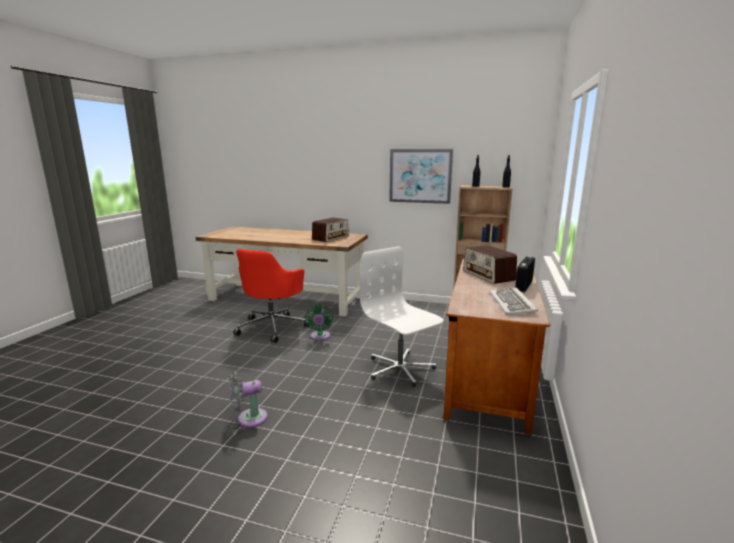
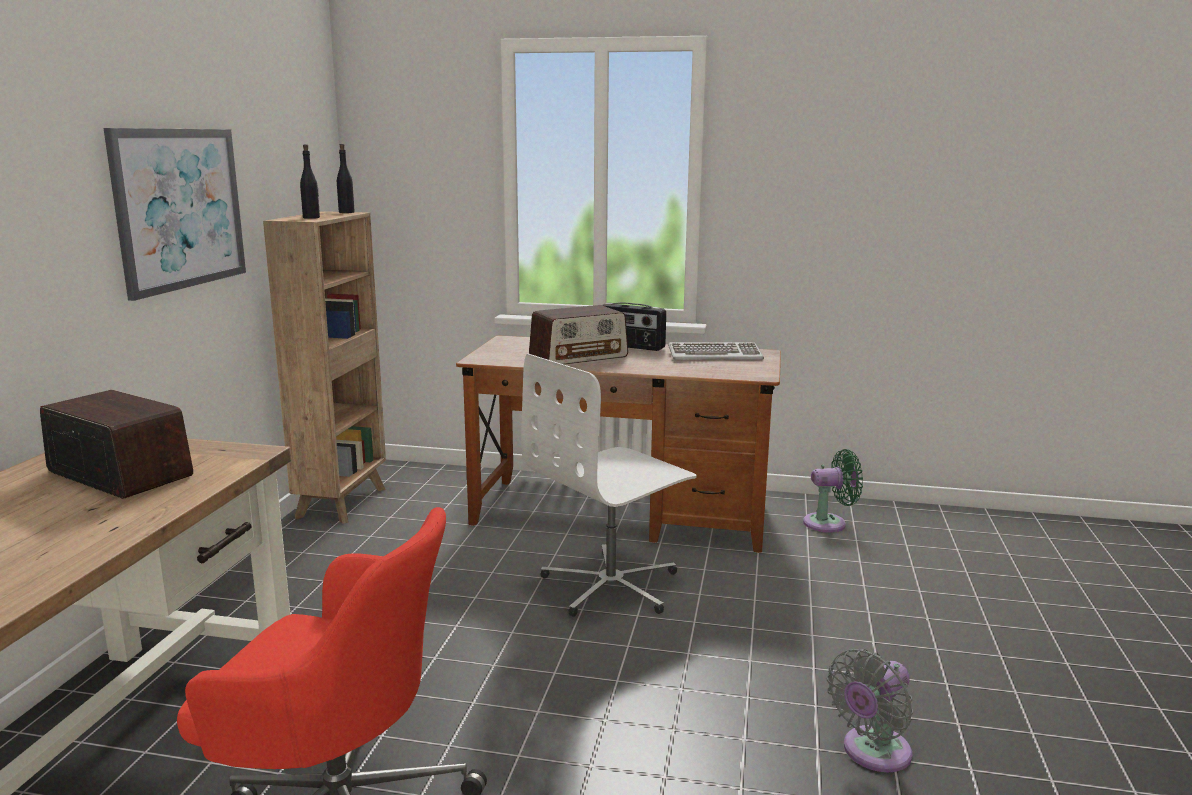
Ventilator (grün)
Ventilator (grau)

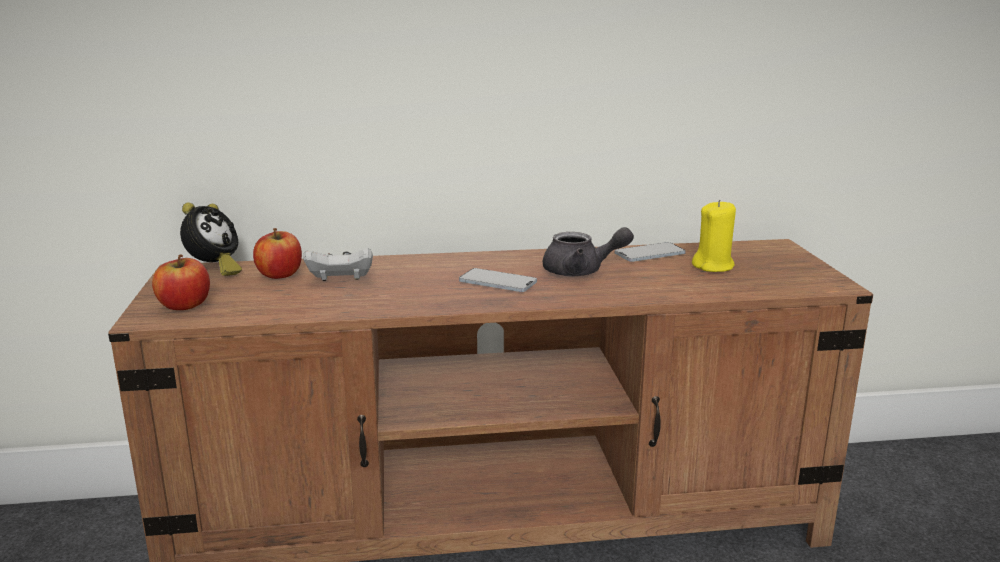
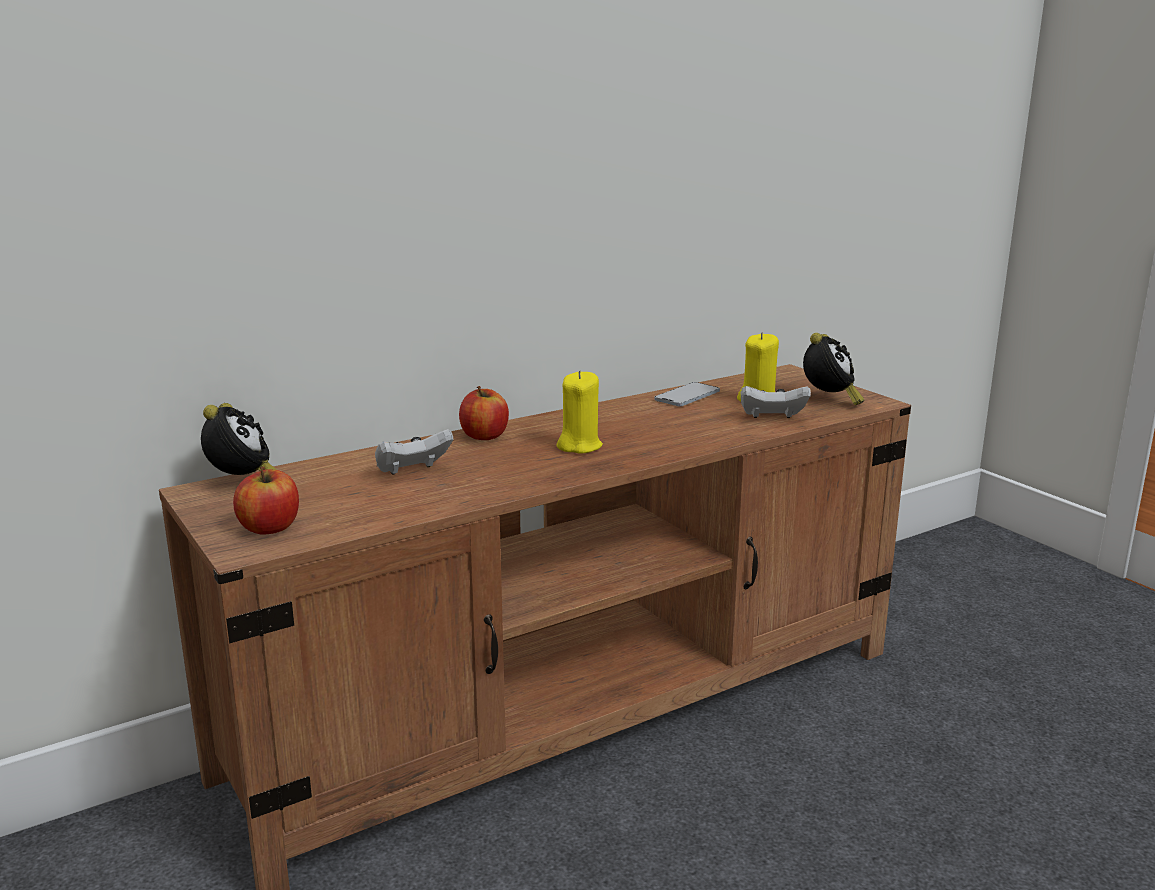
Teekanne (grau)
Gamepad (weiß) (2nd from left)
Wecker (2nd from left)
Apfel (2nd from left)
Kerze (gelb) (1st from left)

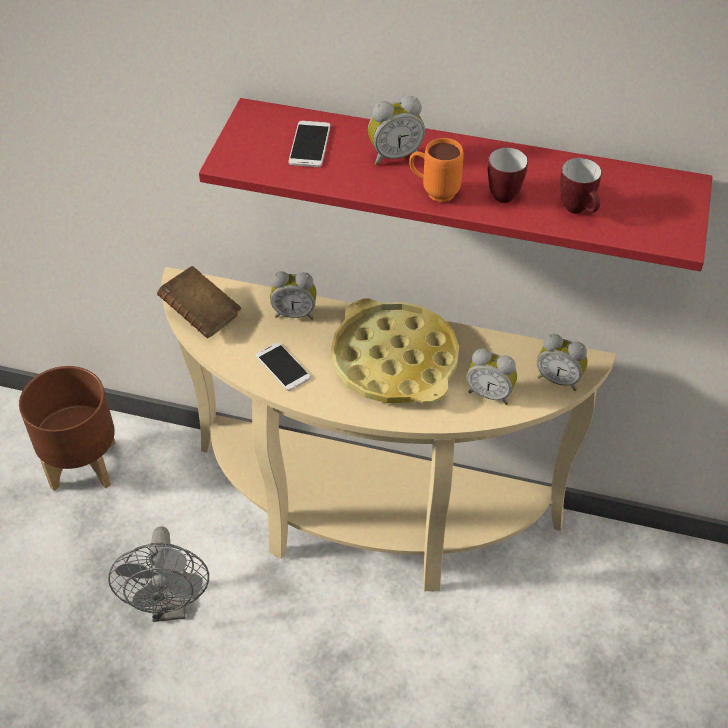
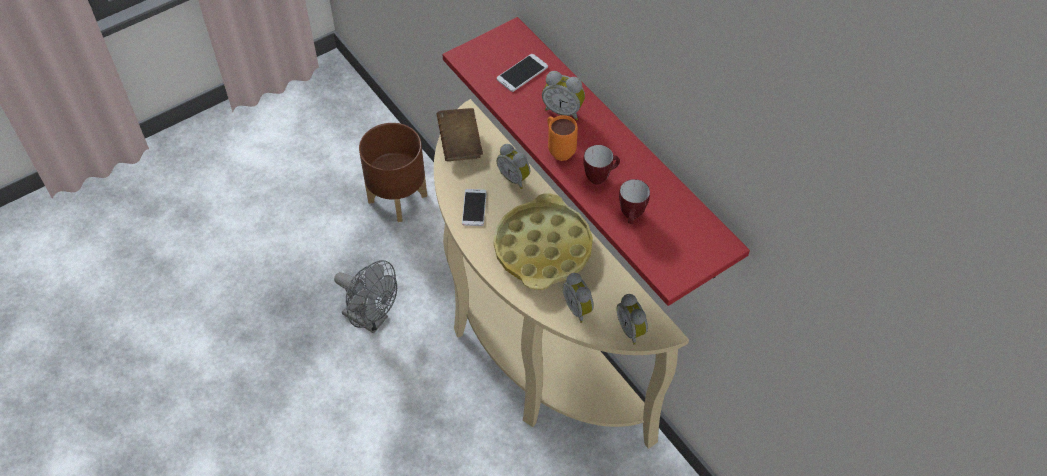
Ventilator (grau)

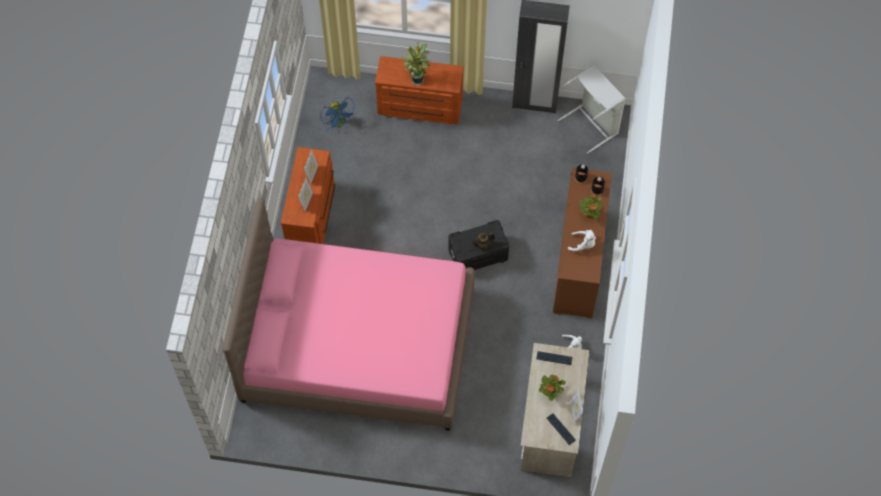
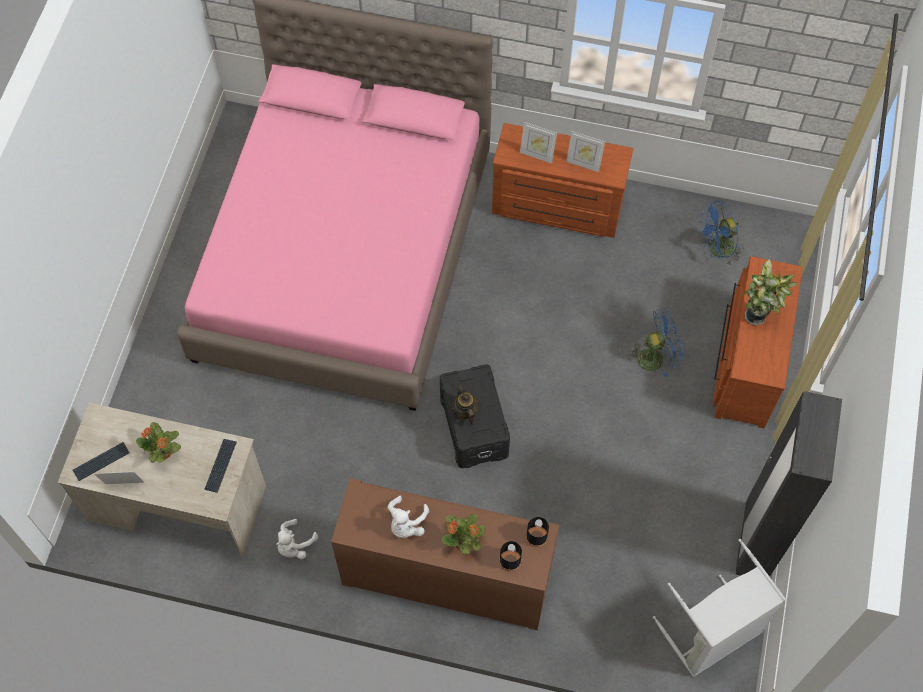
Ventilator (blau) (1st from left)

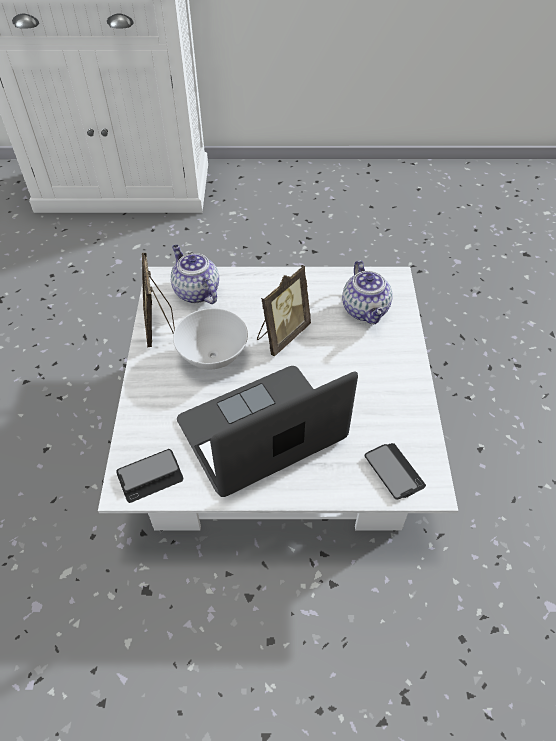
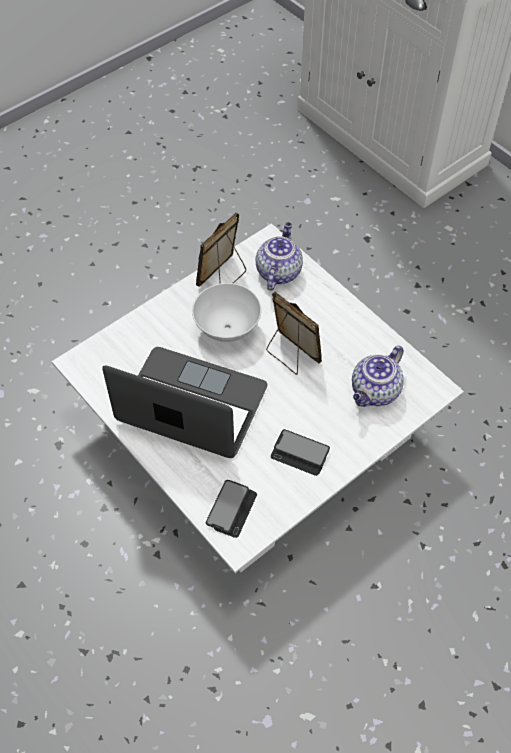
Handy (2nd from left)
Bilderrahmen (2nd from left)

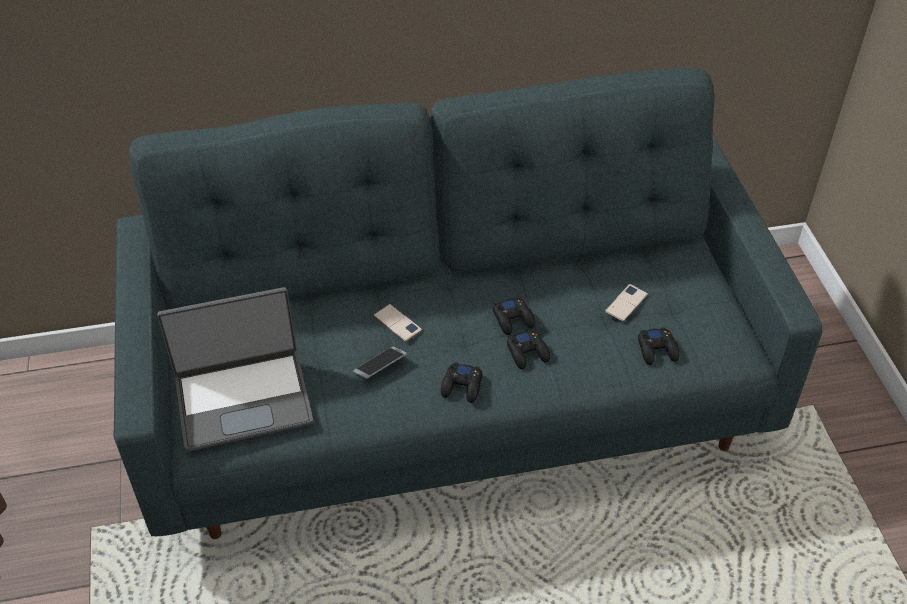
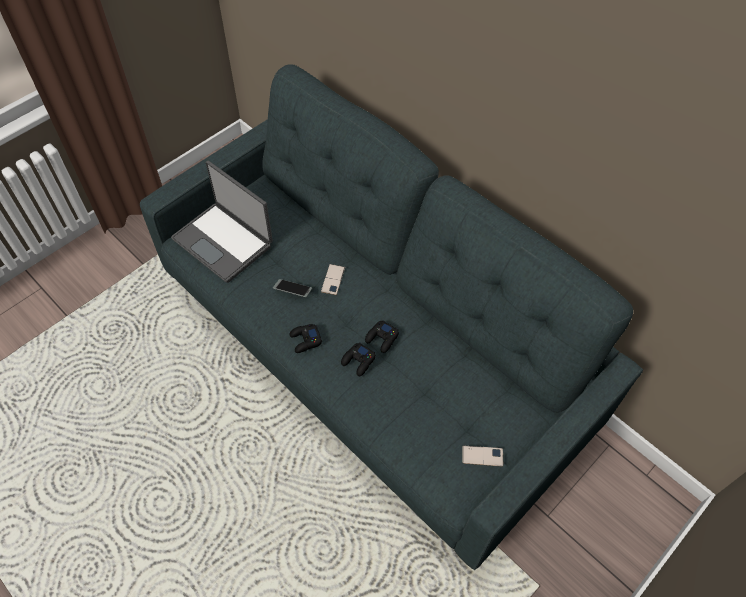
Gamepad (schwarz) (4th from left in the first image)
Handy (3rd from left)

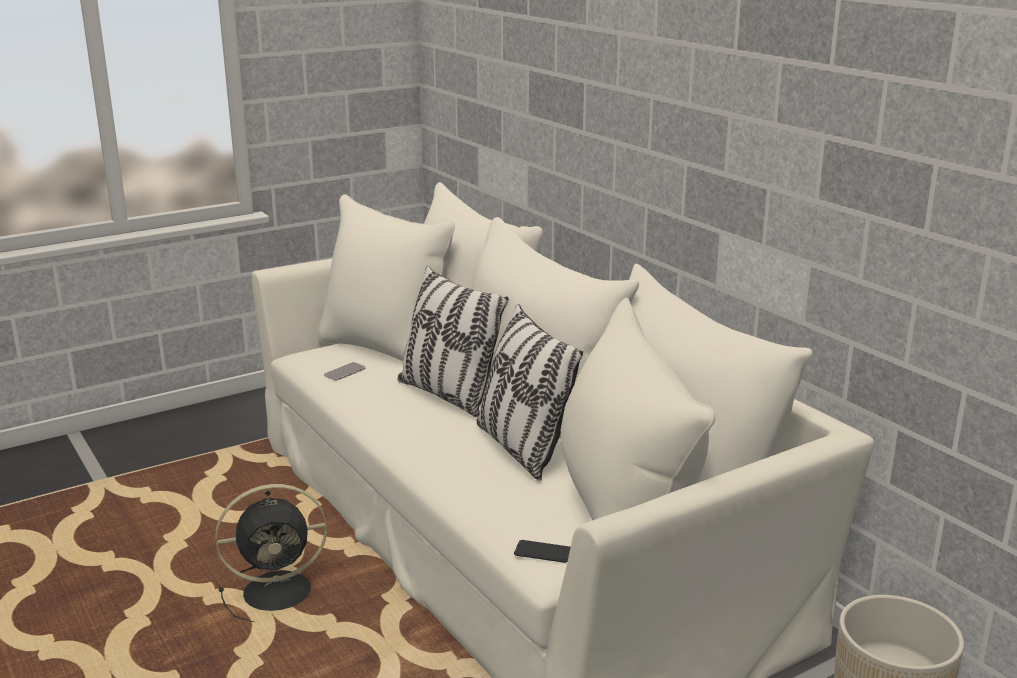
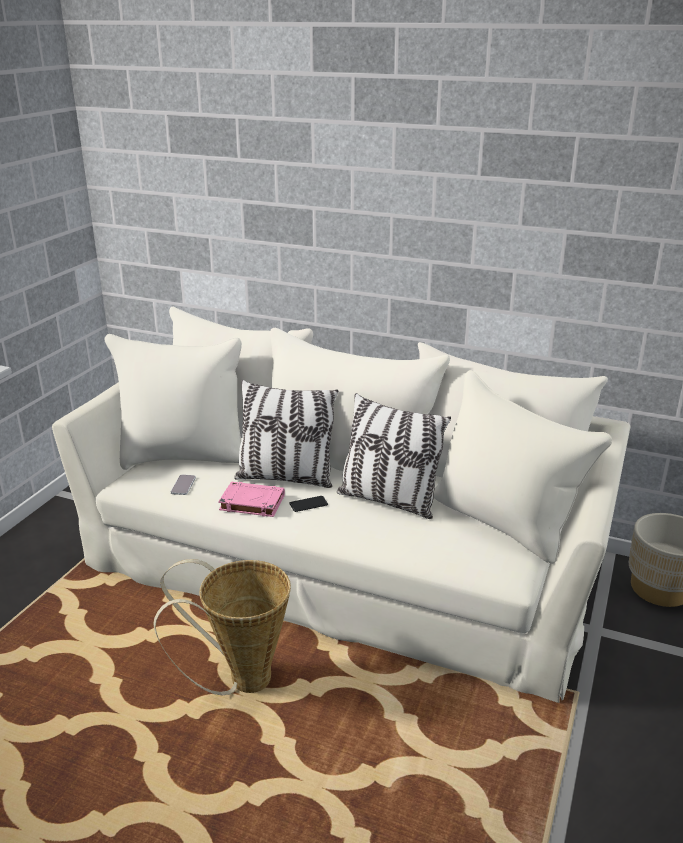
Buch (rosa)
Handy (2nd from left)
Korb

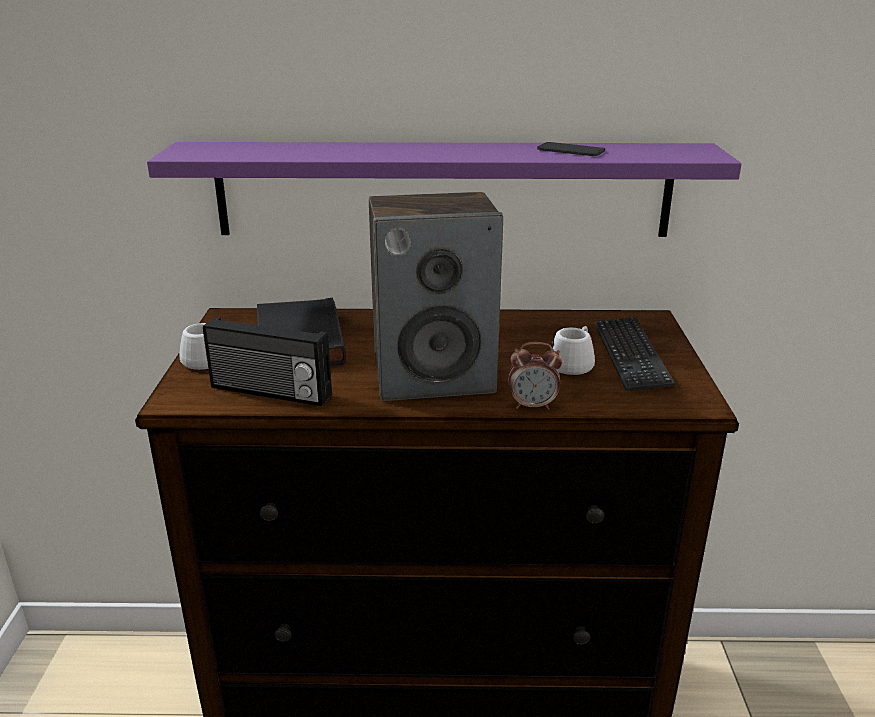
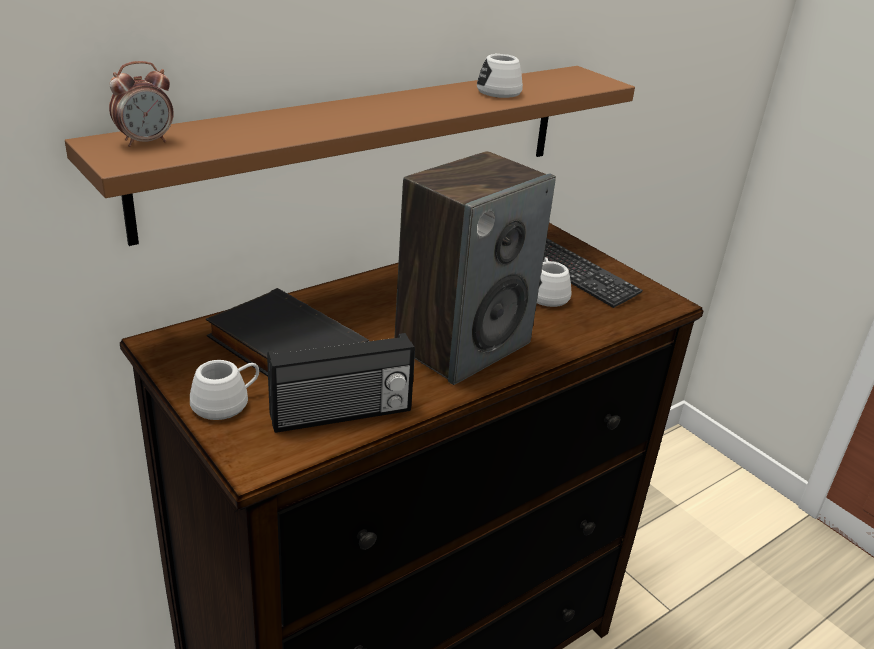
Wecker
Henkelbecher (weiß) (2nd from left)
Wandregal (braun)

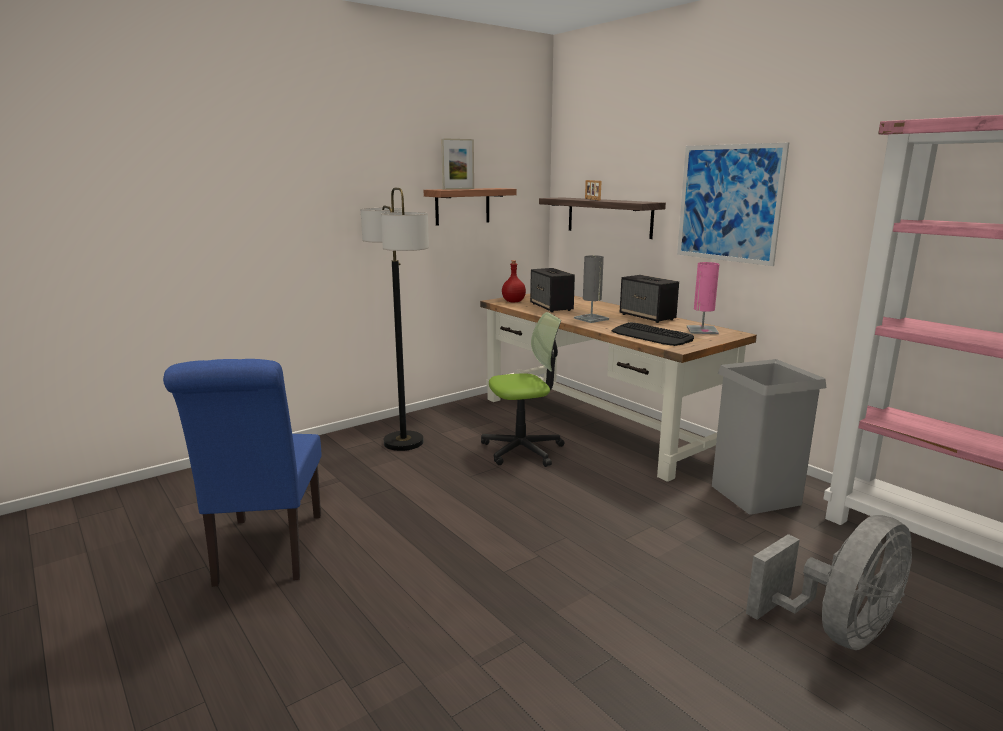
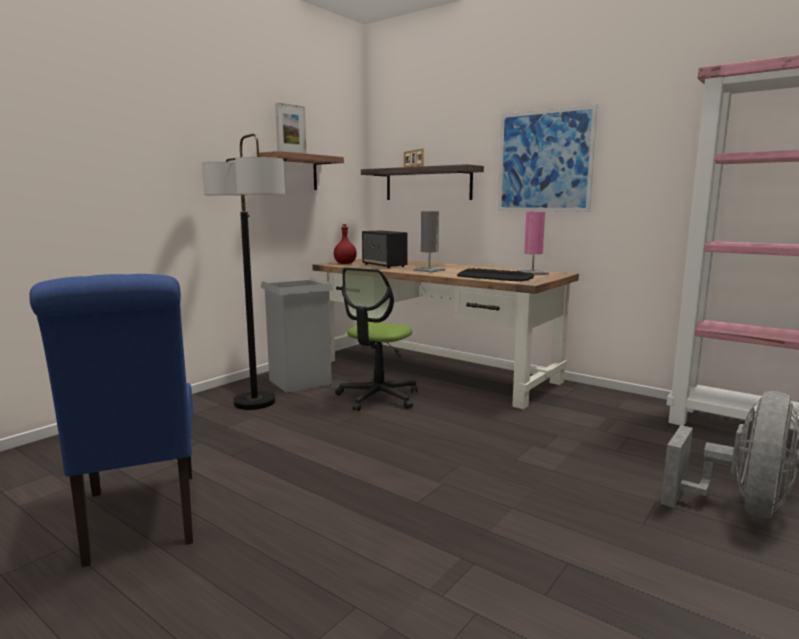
Lautsprecher (2nd from left in the first image)
Mülleimer (grau)
Bürostuhl

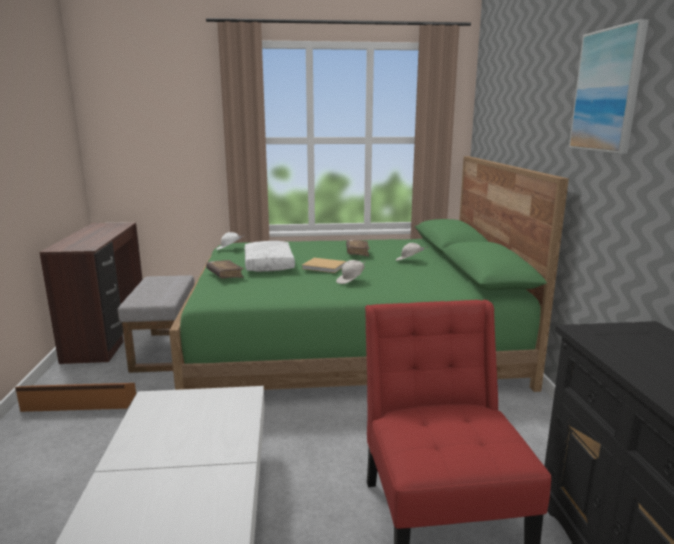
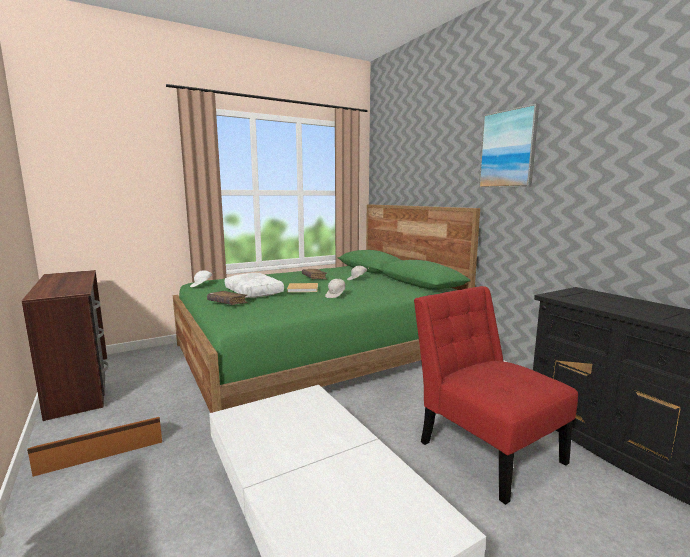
Polsterhocker (grau)

